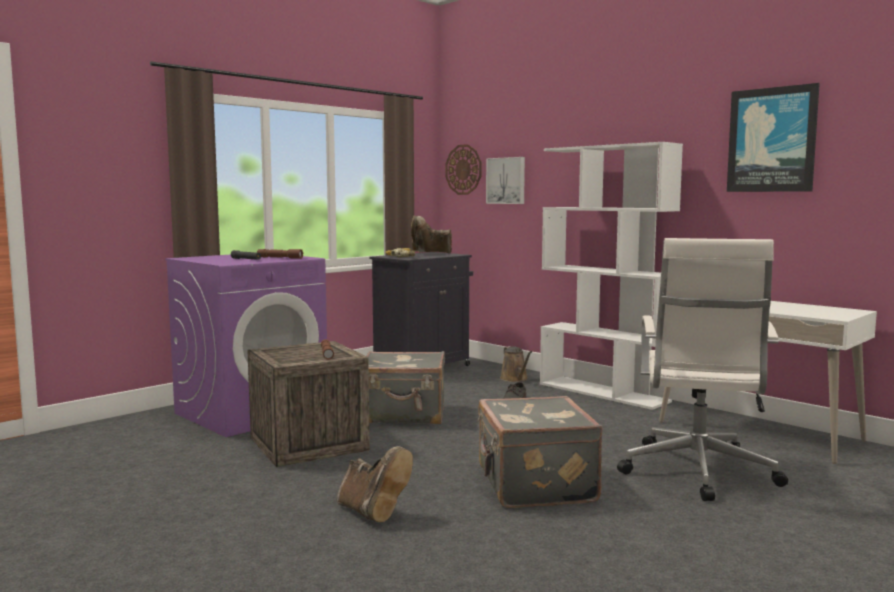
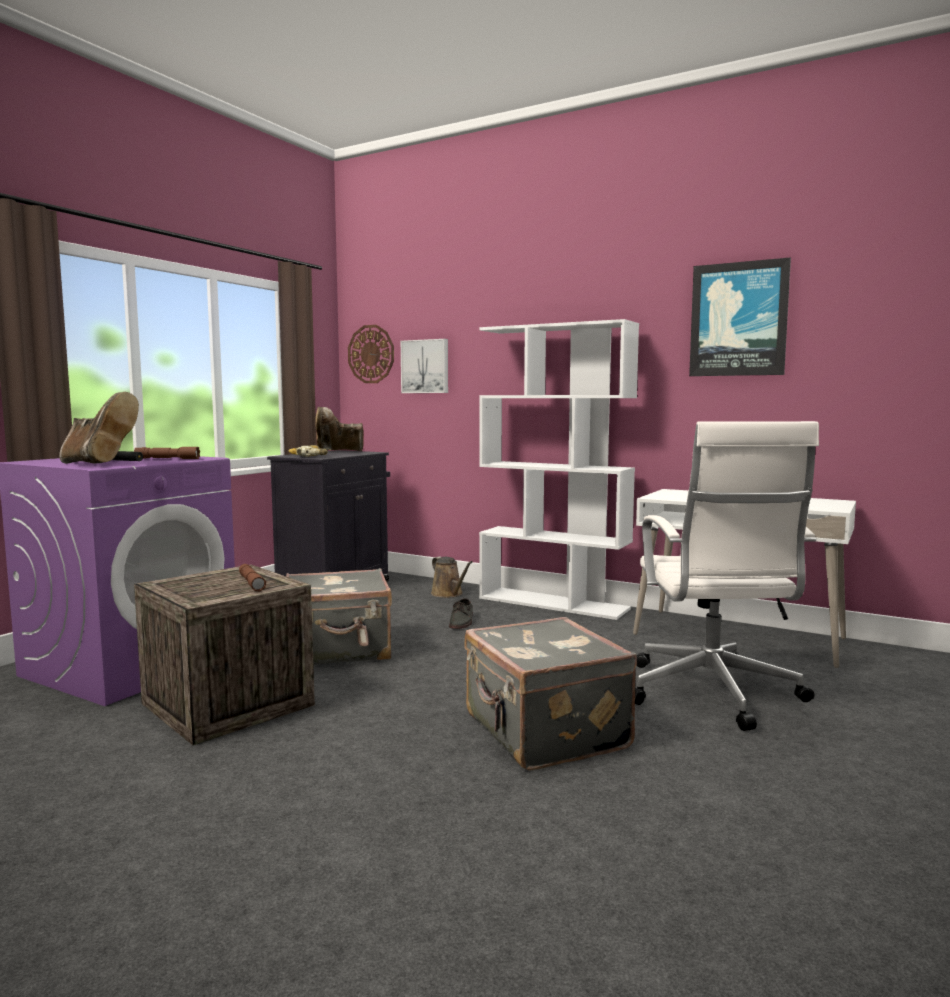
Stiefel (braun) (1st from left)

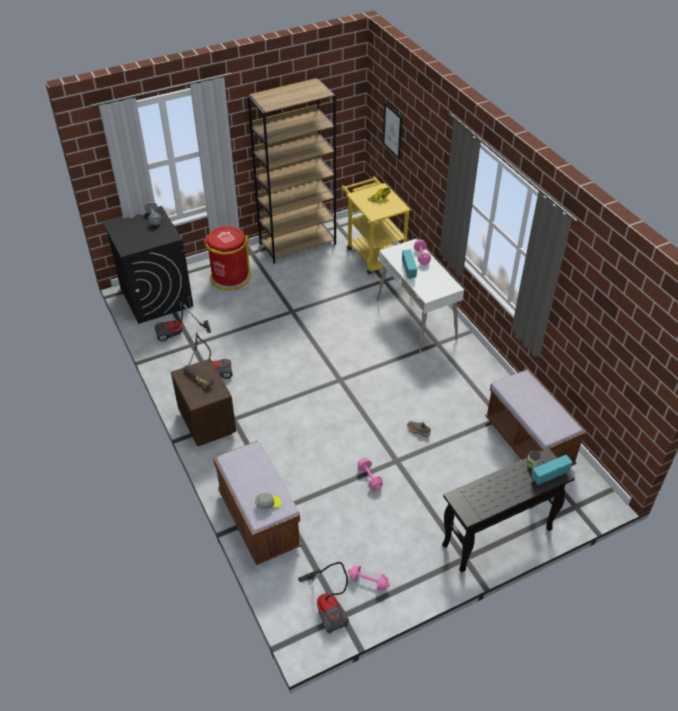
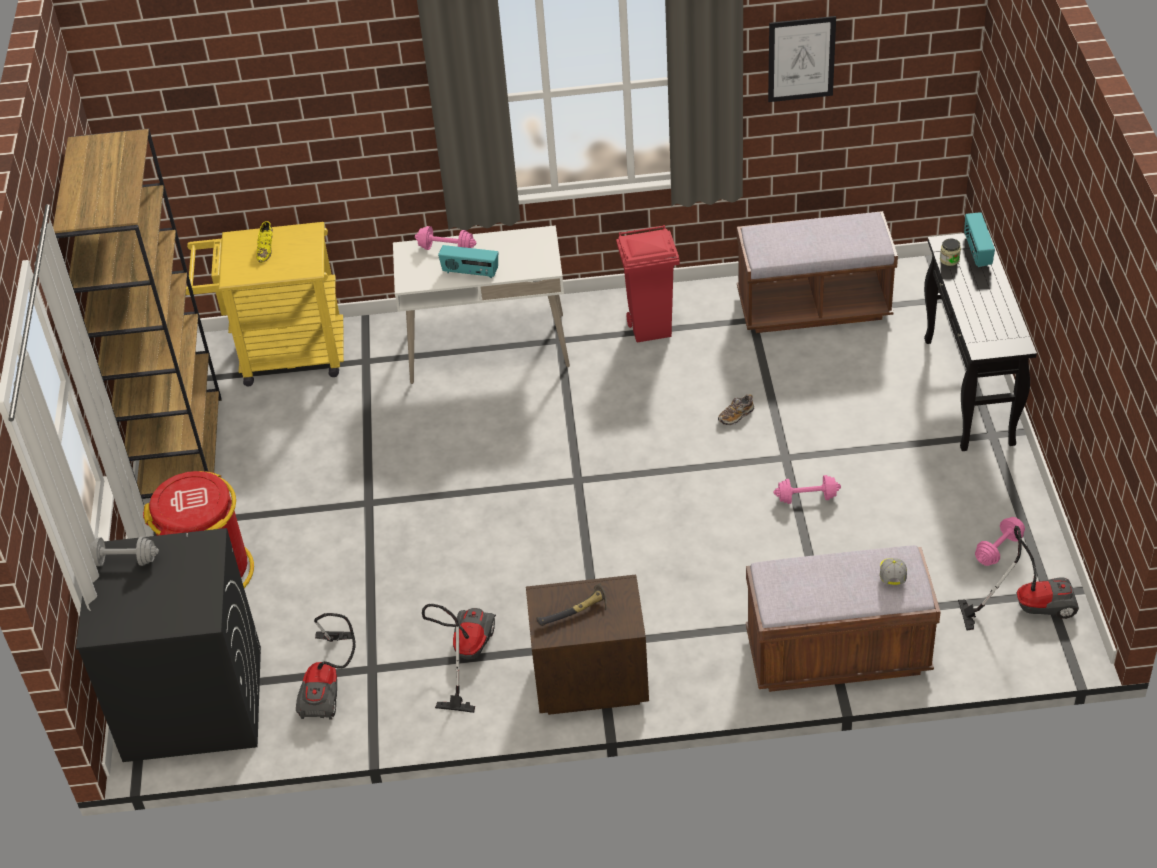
Mülleimer (rot) (2nd from left)
Bild

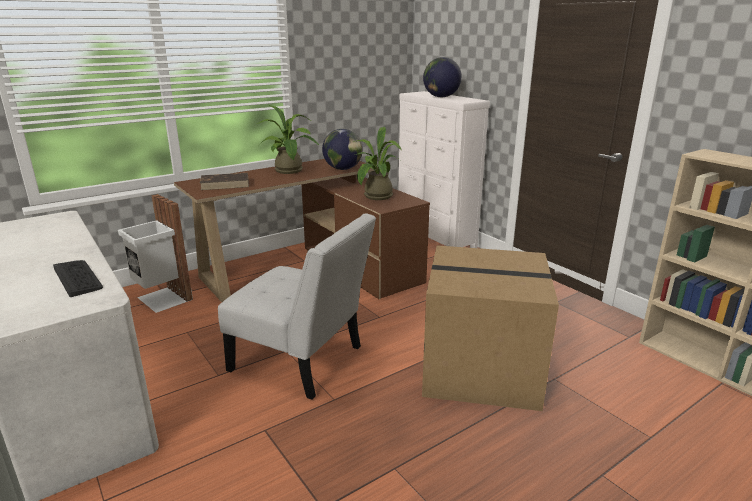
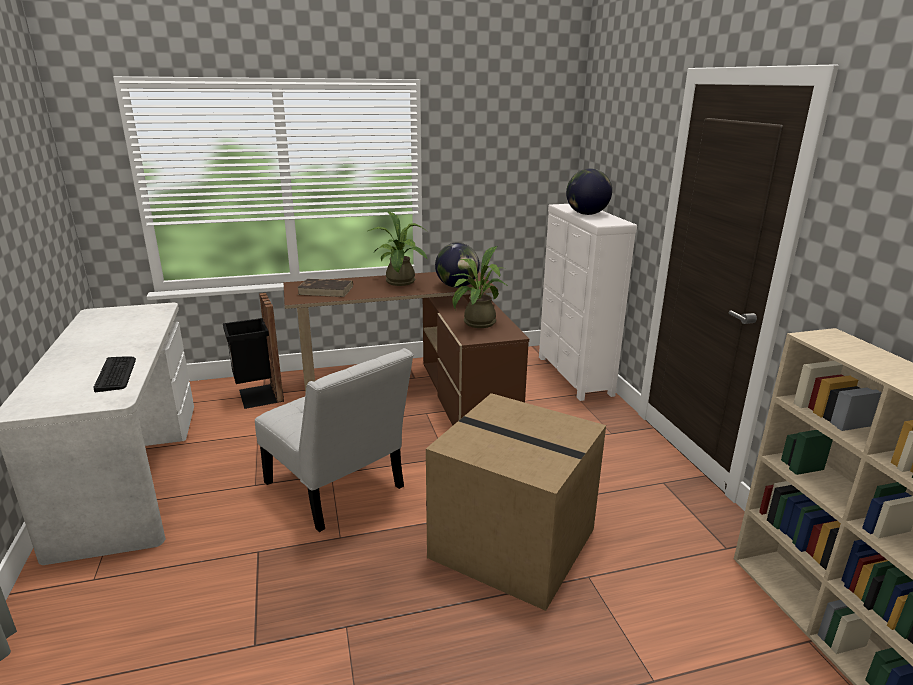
Mülleimer (schwarz)

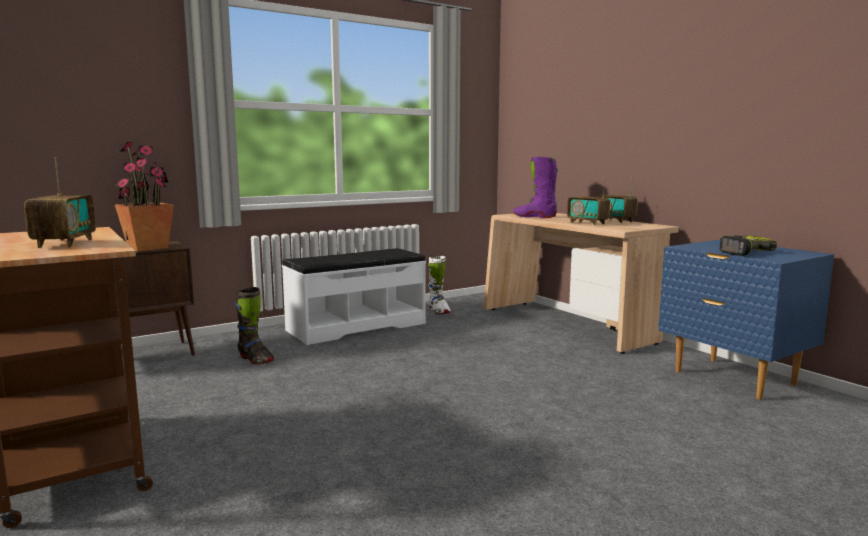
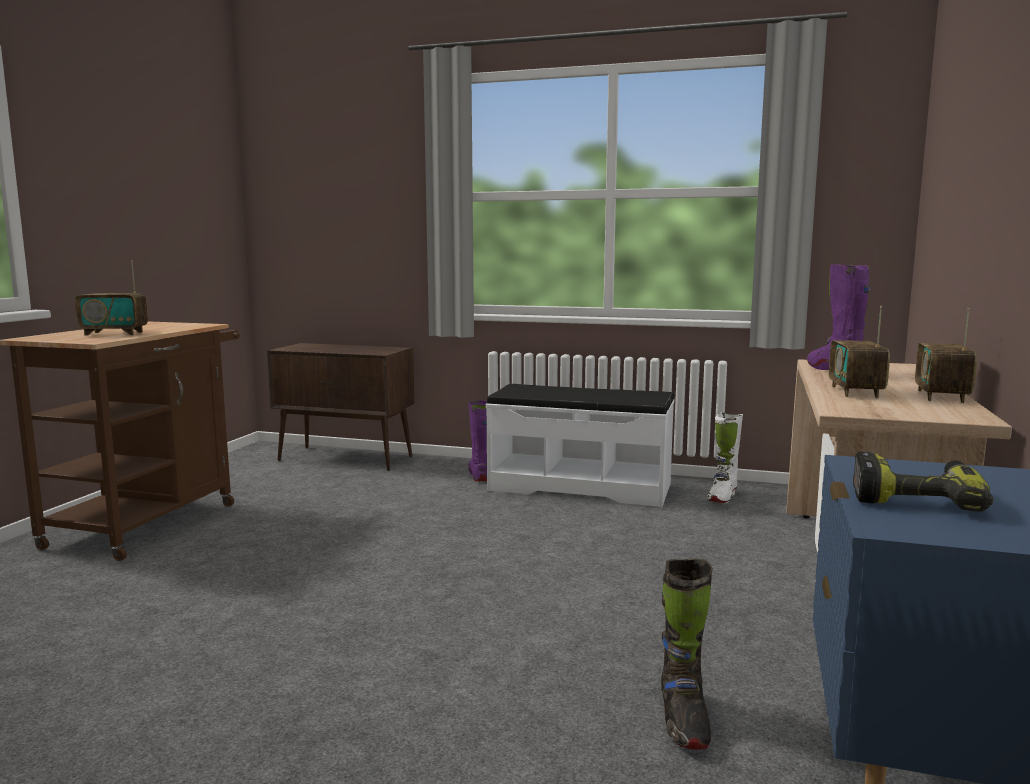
Topfpflanze
Stiefel (lila) (1st from left)
Stiefel (schwarz)
Radio (1st from left)

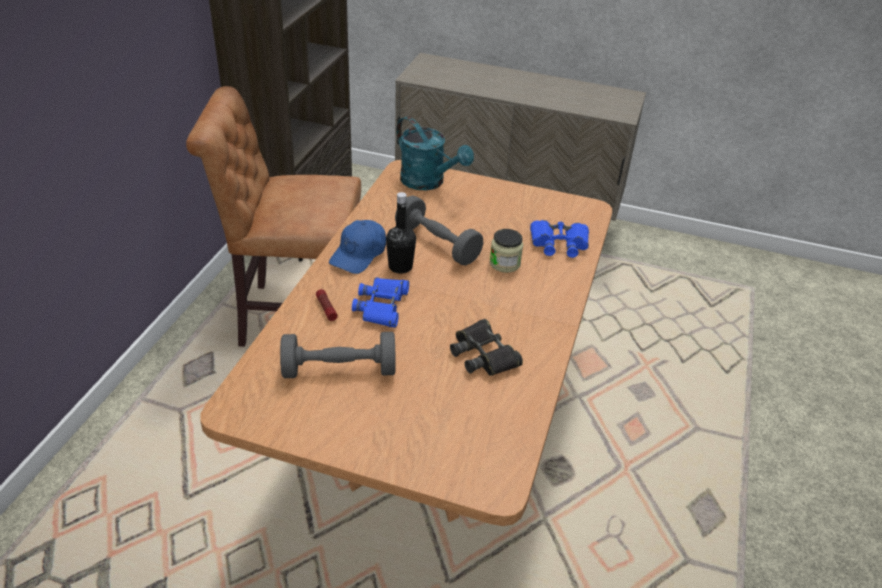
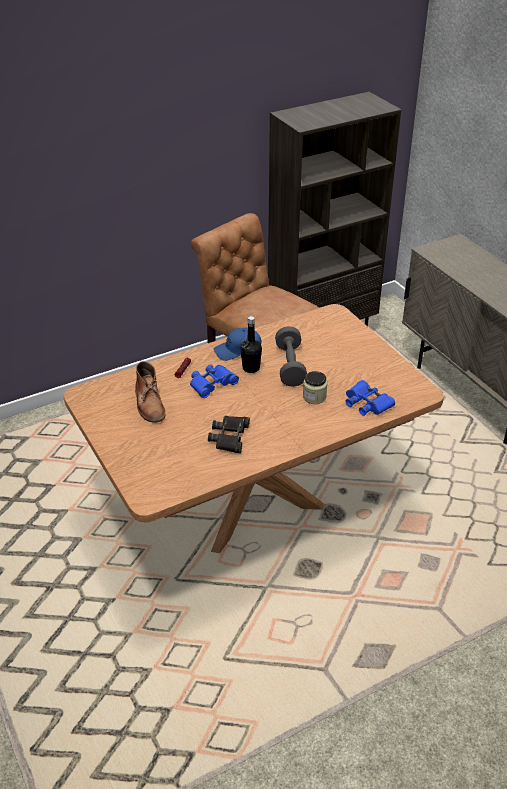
Gießkanne (türkis)
Stiefel (braun)

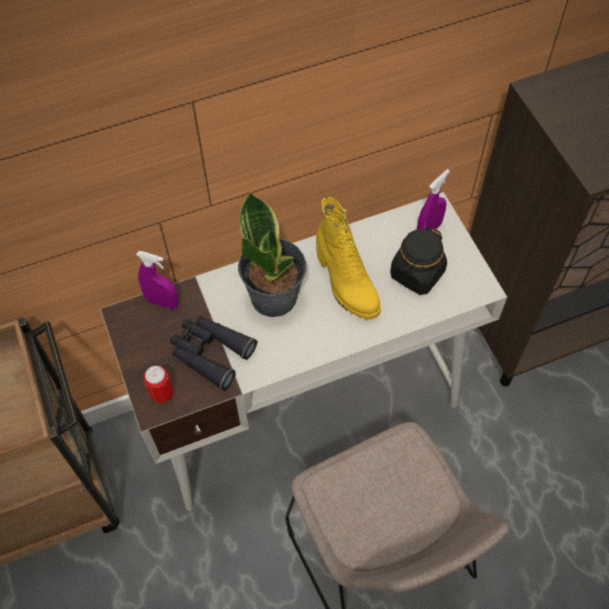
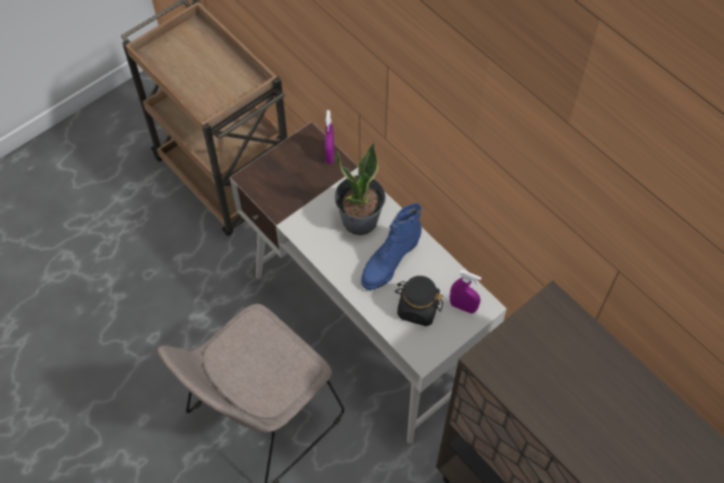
Dose
Fernglas (schwarz)
Stiefel (blau)

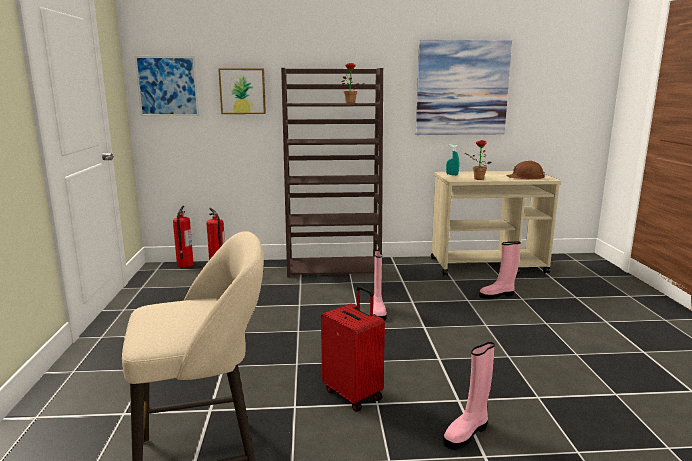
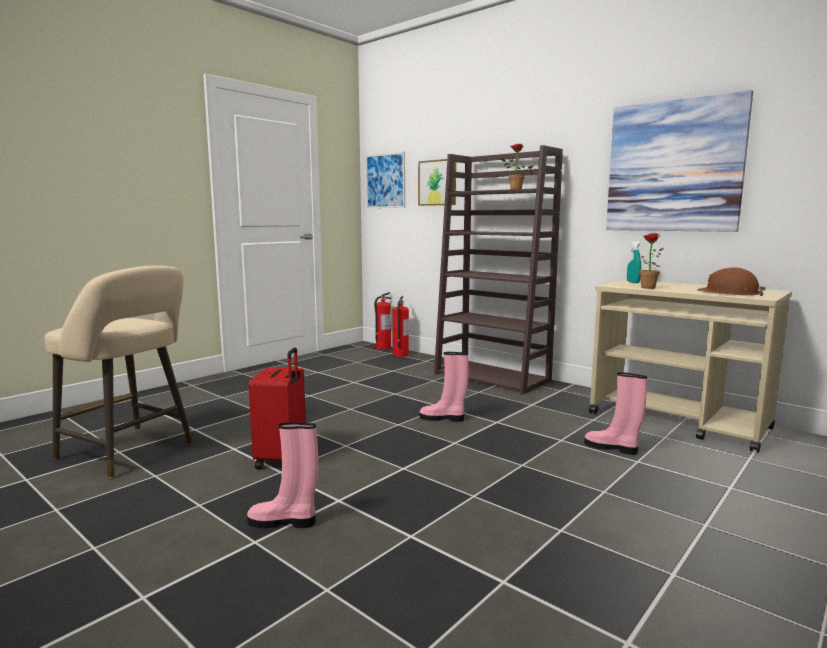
Stiefel (rosa) (2nd from left)

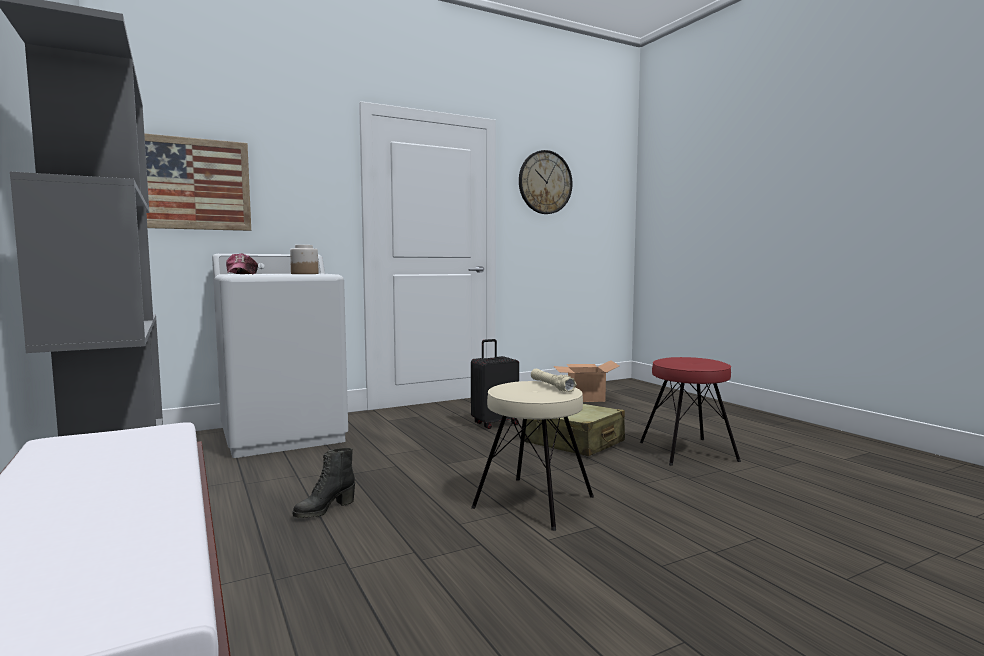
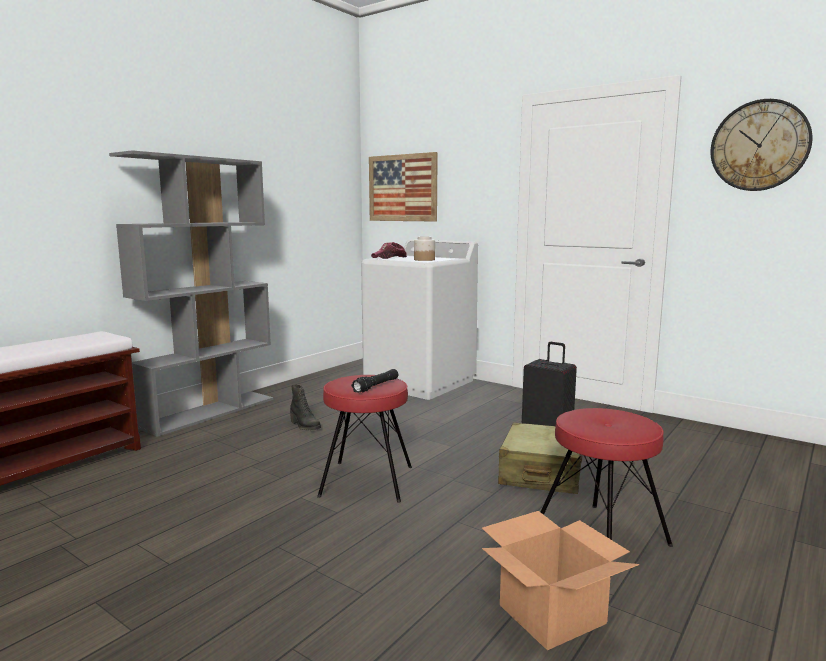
Karton
Hocker (rot) (1st from left)
Taschenlampe (schwarz)
Stiefel (schwarz)

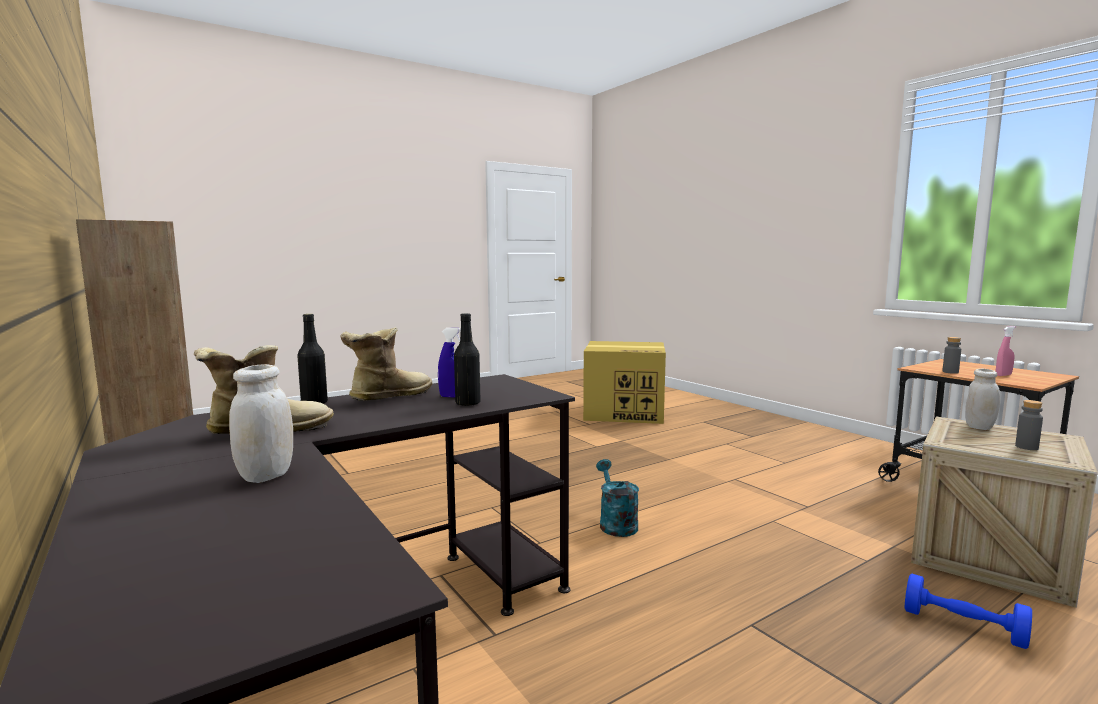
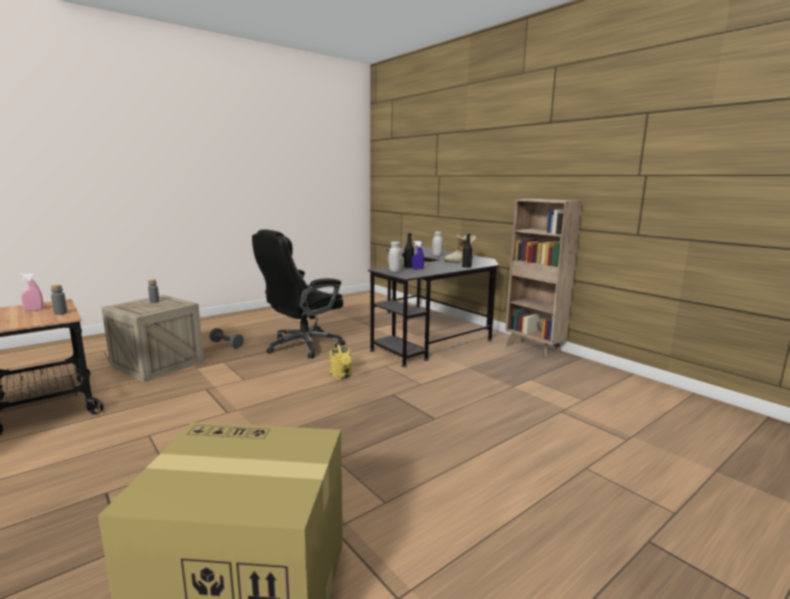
Stiefel (2nd from left in the first image)
Bürostuhl (schwarz)
Vorratsglas (weiß) (1st from left)
Gießkanne (gelb)
Hantel (grau)

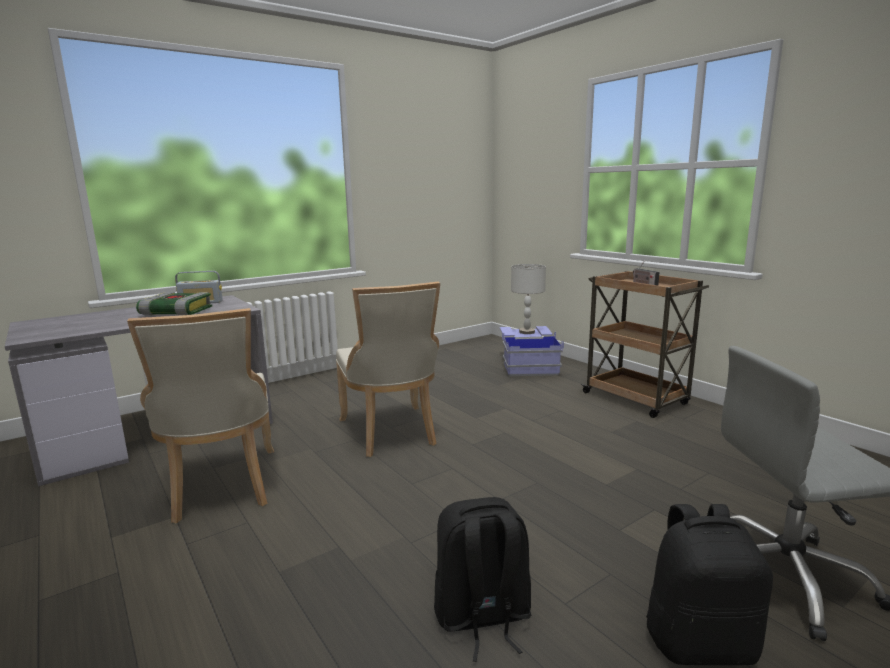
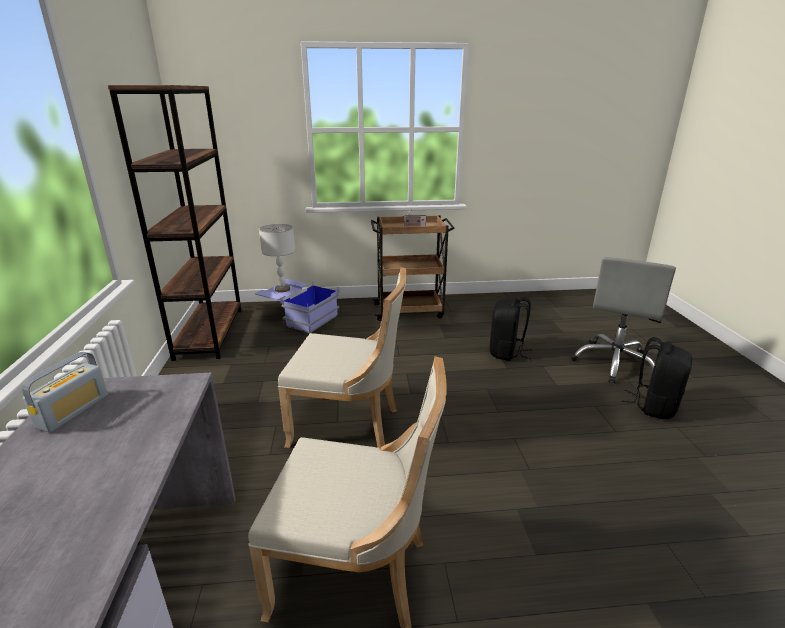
Buch
Bücherregal (braun)
Rucksack (schwarz) (1st from left)

